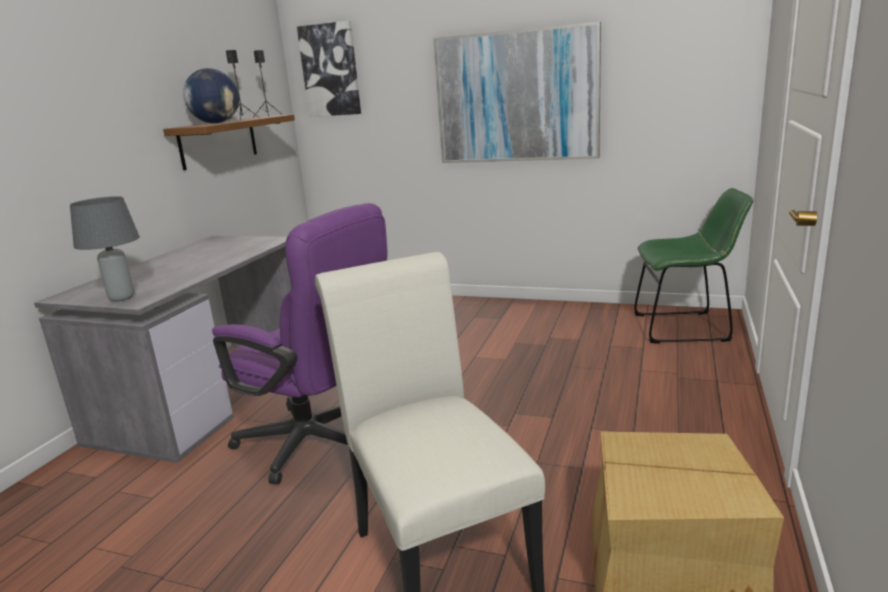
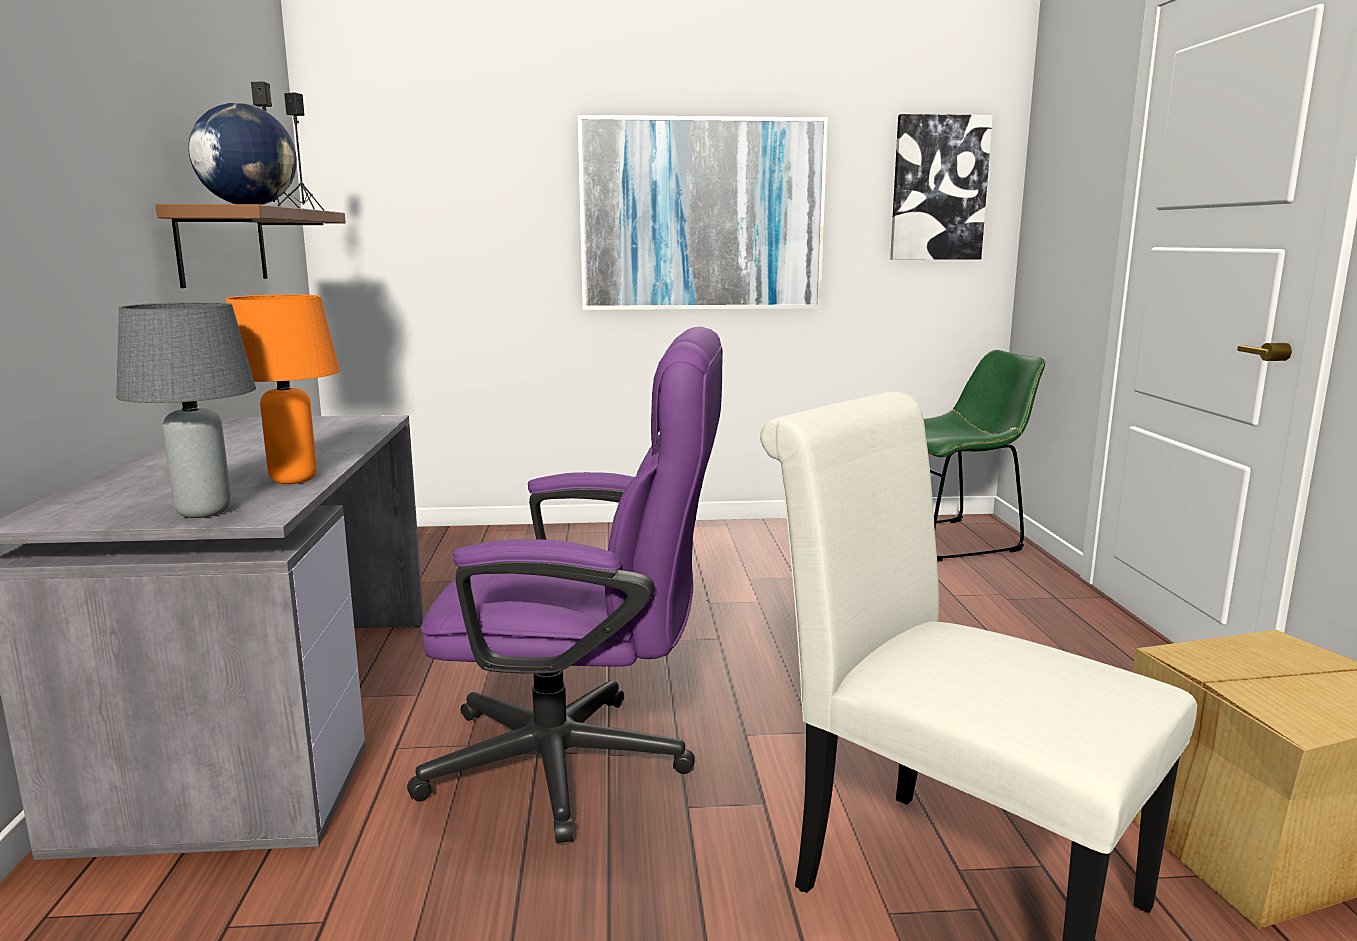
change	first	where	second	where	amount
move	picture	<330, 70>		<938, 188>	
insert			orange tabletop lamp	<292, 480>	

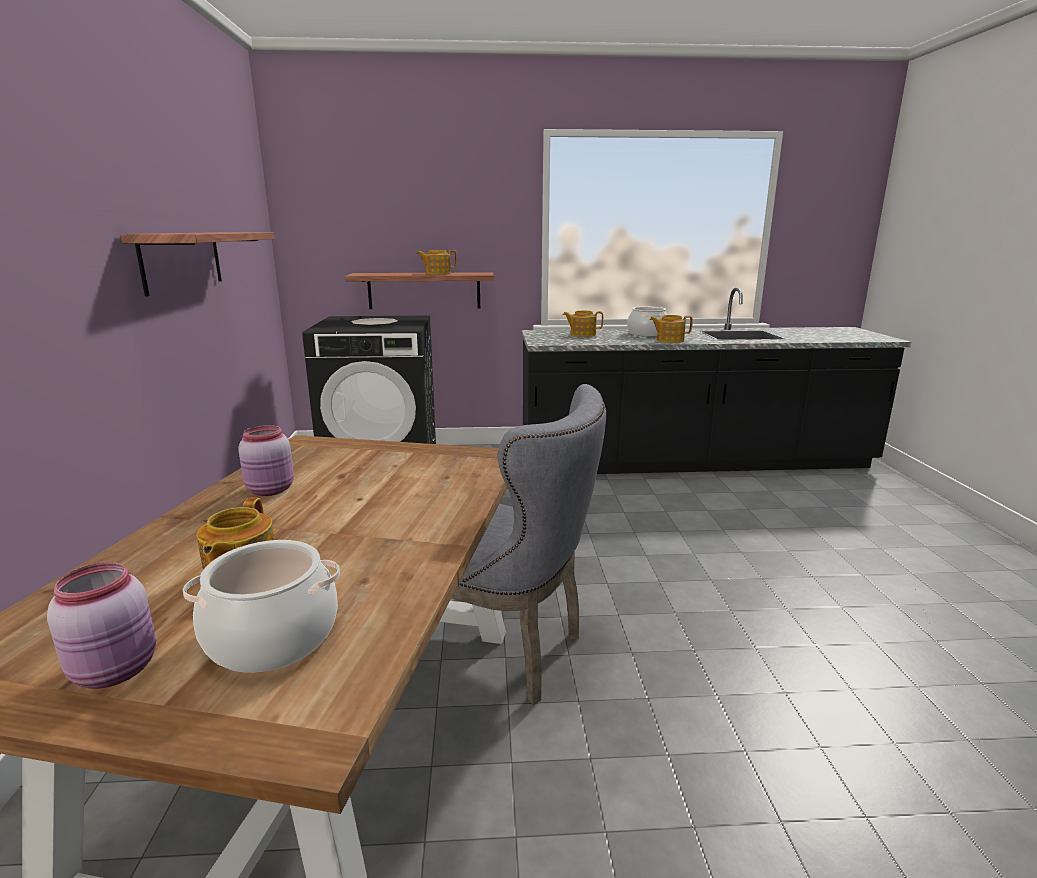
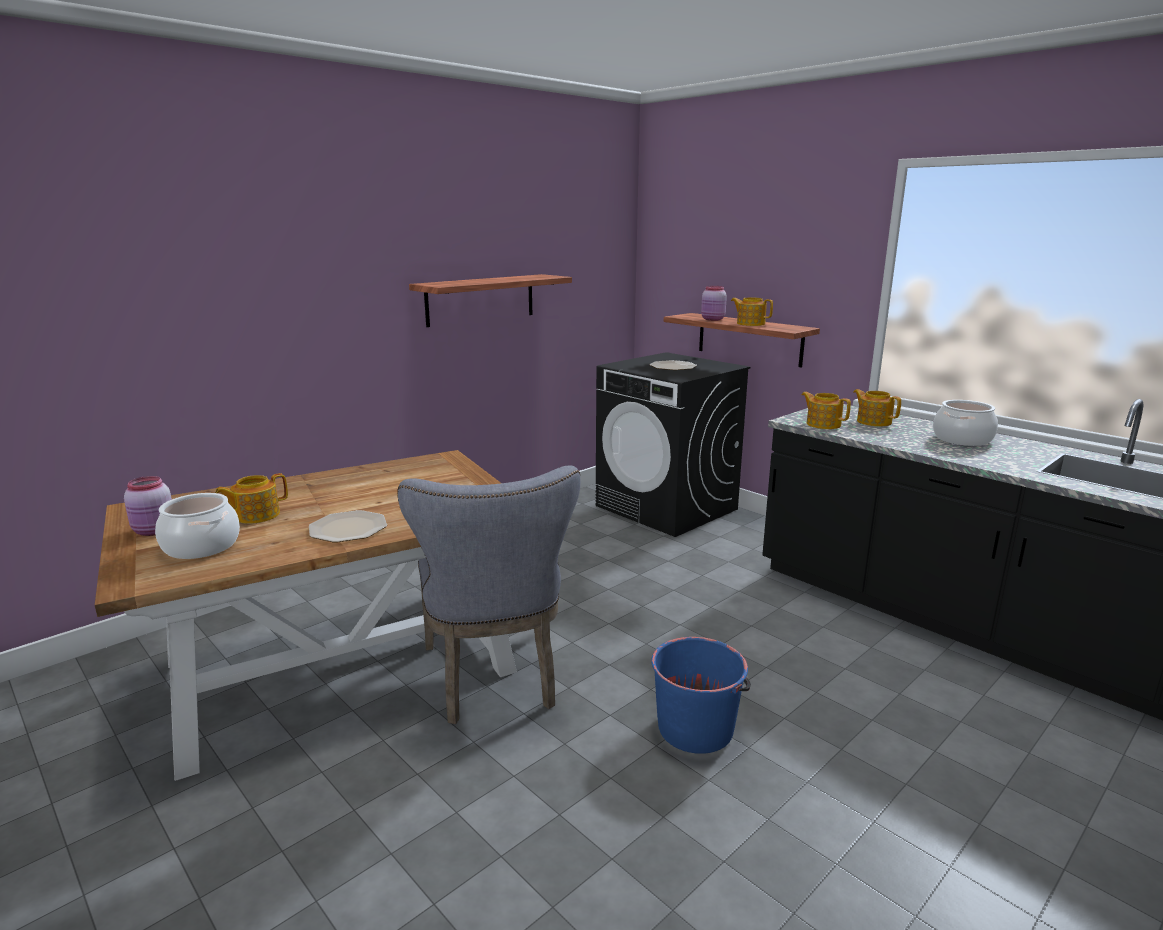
change	first	where	second	where	amount
move	tea pot	<669, 340>		<823, 424>	
move	pink preserve jar	<271, 490>		<713, 319>	
insert			flat dish	<347, 528>	
insert			blue-coloured bucket	<696, 728>	

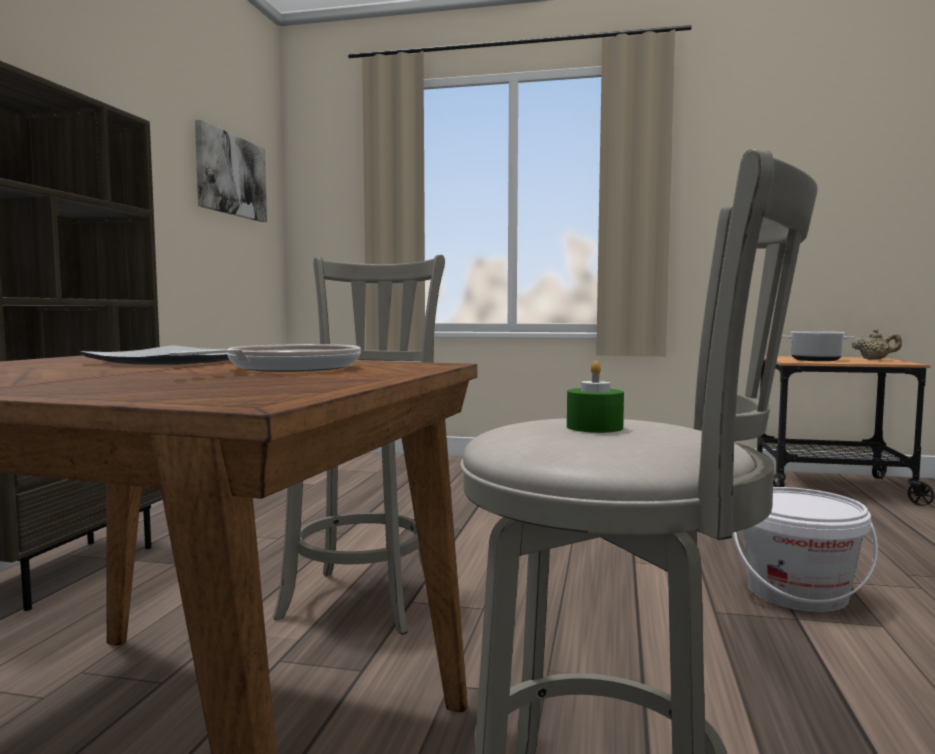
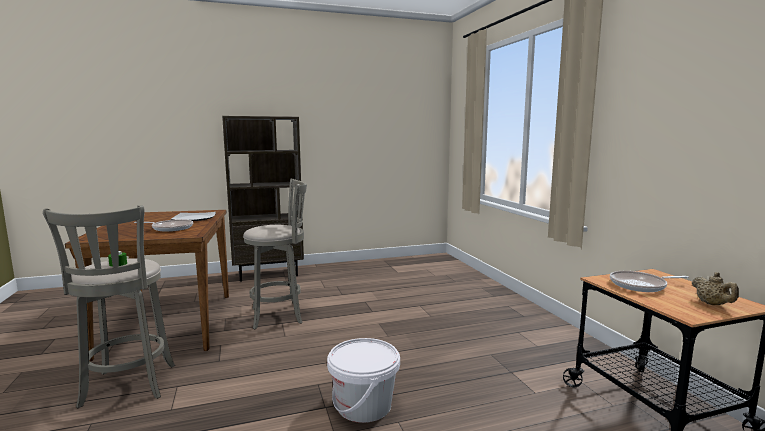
change	first	where	second	where	amount
delete	picture	<231, 175>			
replace	cooking pot	<816, 360>	skillet	<640, 285>	

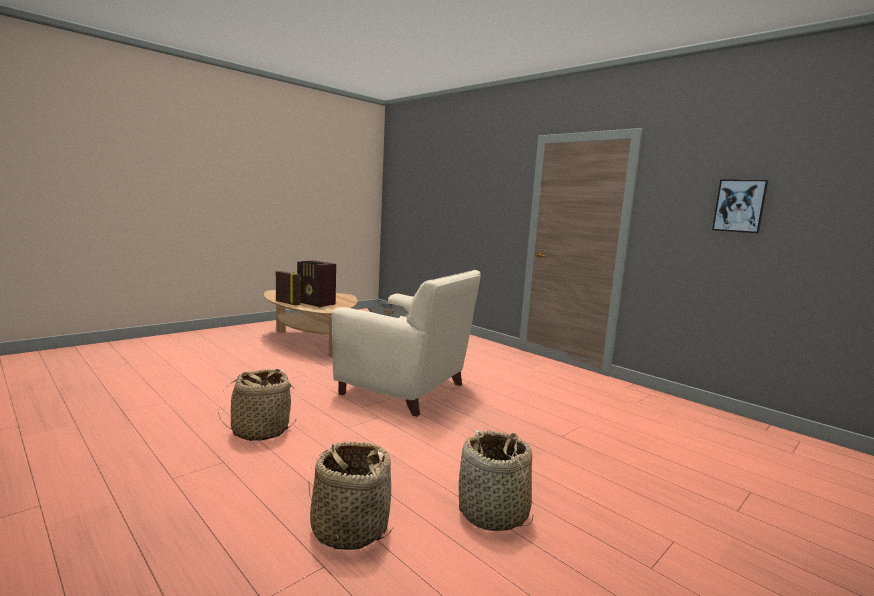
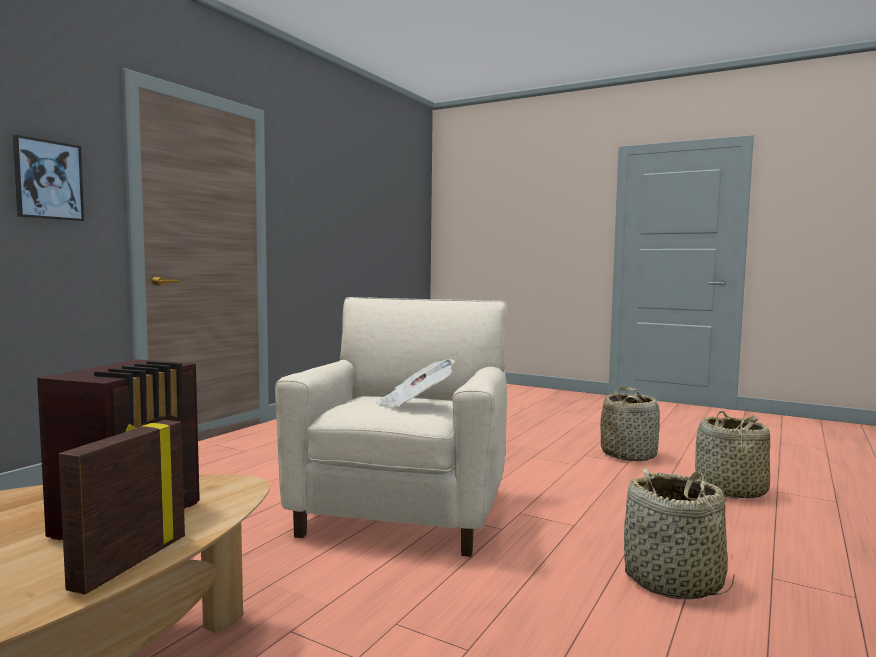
change	first	where	second	where	amount
move	picture	<739, 206>		<48, 180>	

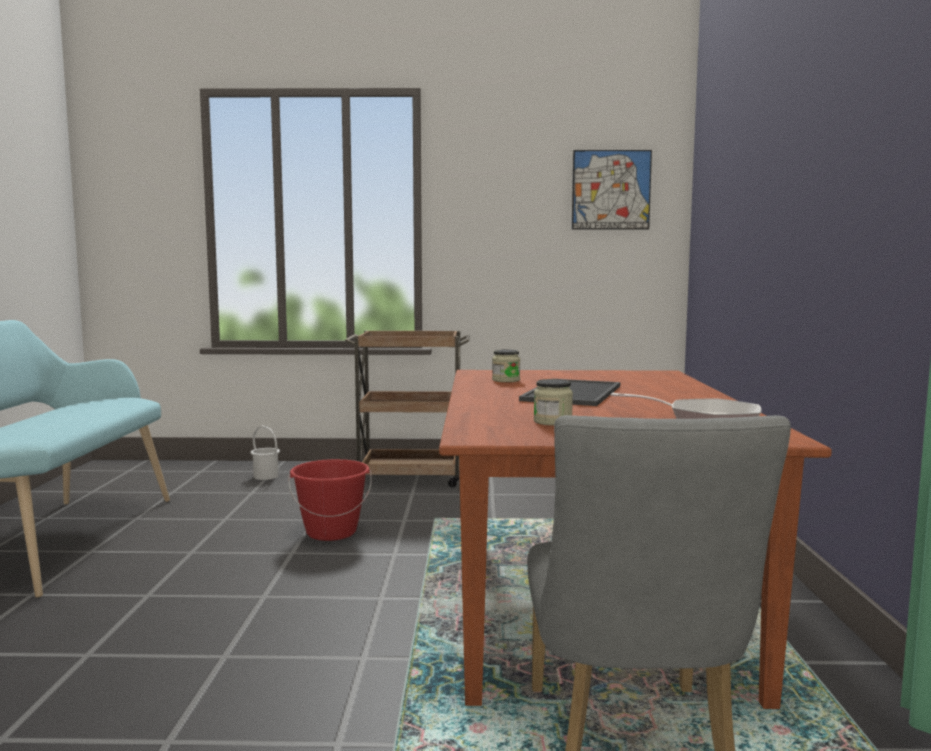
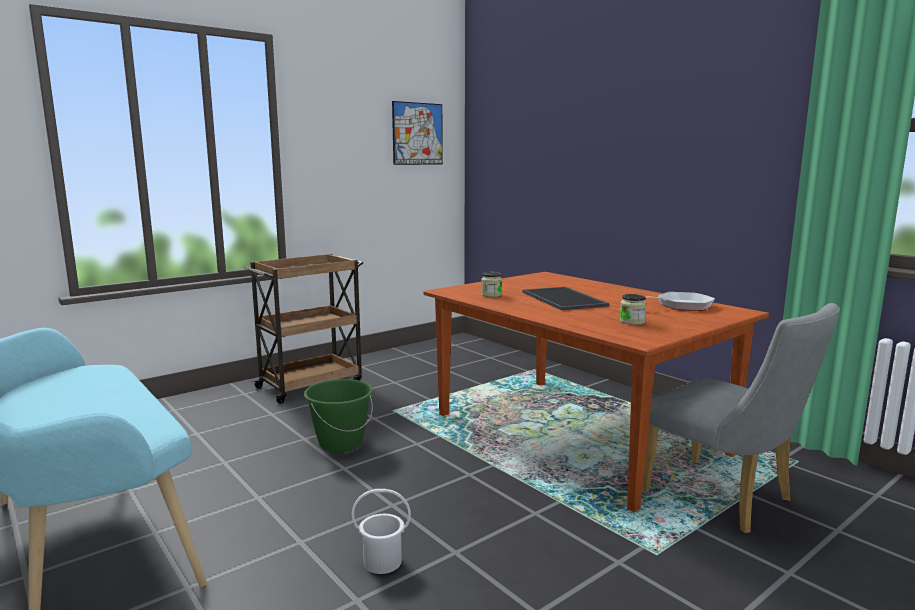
change	first	where	second	where	amount
move	white bucket	<265, 476>		<383, 562>	
recolor	reddish bucket	<331, 532>	green-coloured bucket	<340, 443>	

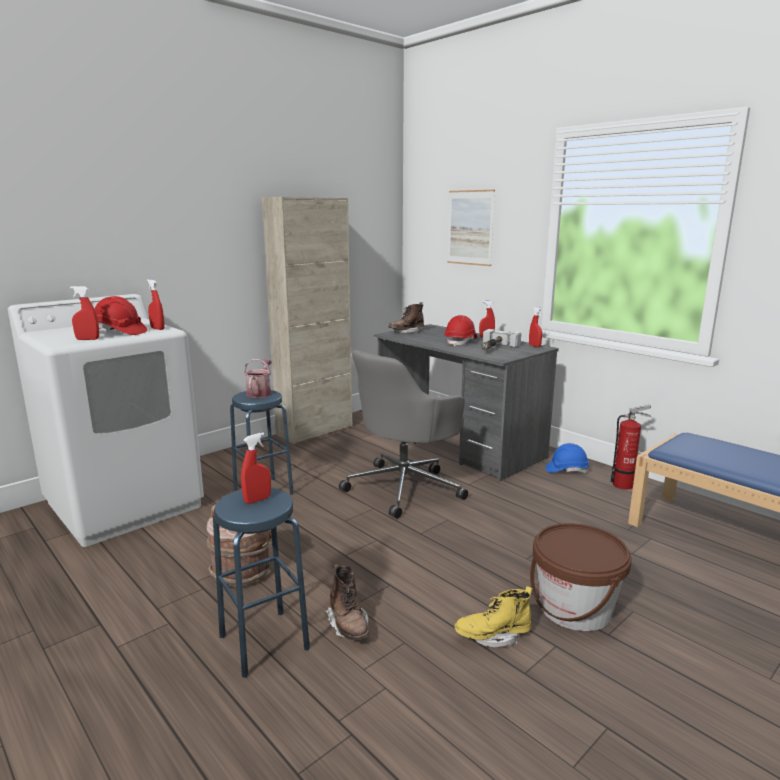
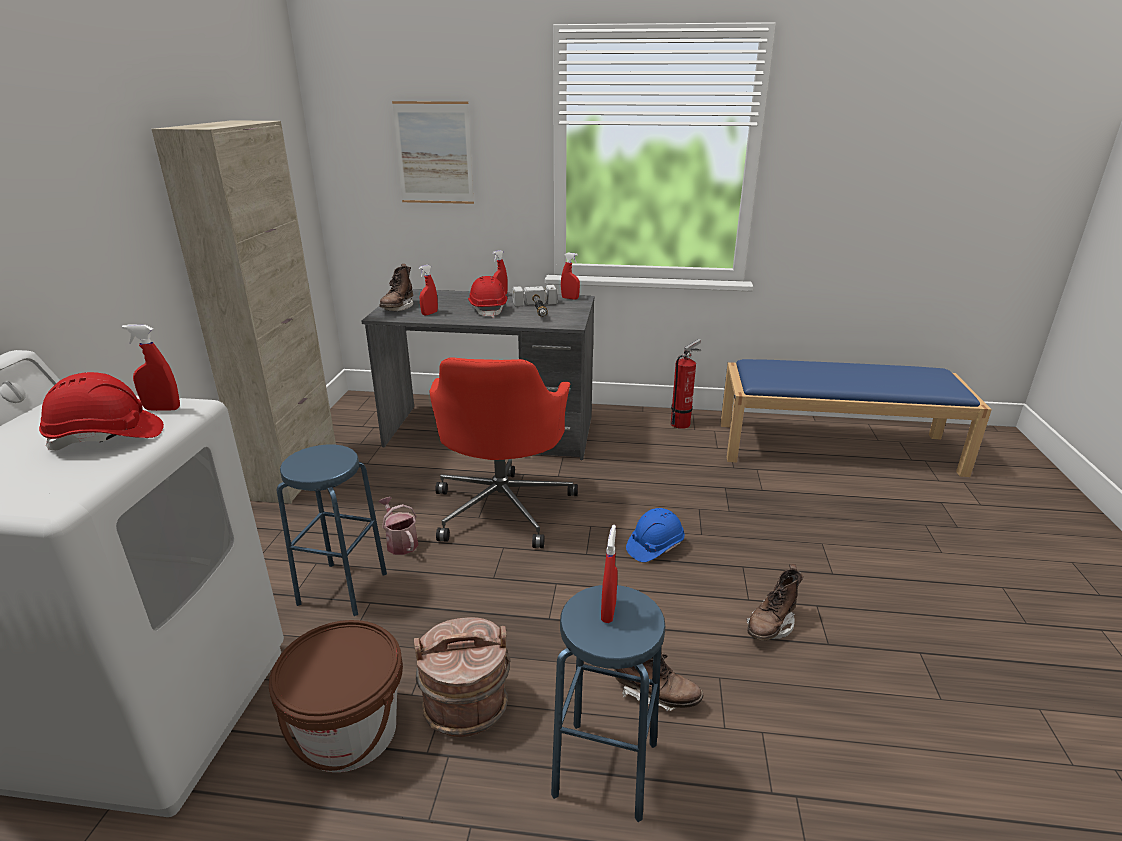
change	first	where	second	where	amount
move	reddish spray bottle	<87, 339>		<429, 313>	
recolor	gray desk chair	<405, 487>	reddish desk chair	<503, 507>	
move	watering can	<260, 393>		<400, 542>	
move	blue-coloured work helmet	<566, 470>		<654, 546>	
move	brown bucket	<574, 608>		<349, 732>	
recolor	yellow boot	<492, 636>	brown boot	<770, 626>	

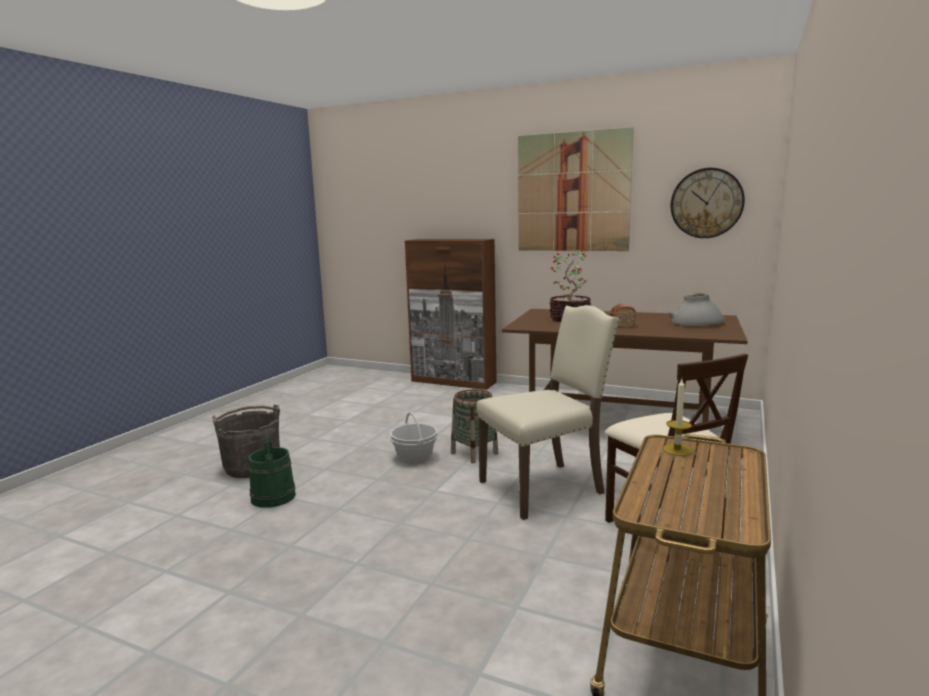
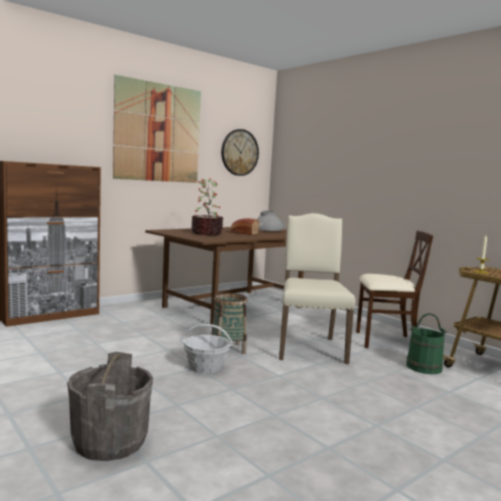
change	first	where	second	where	amount
move	green-coloured bucket	<273, 497>		<424, 367>	

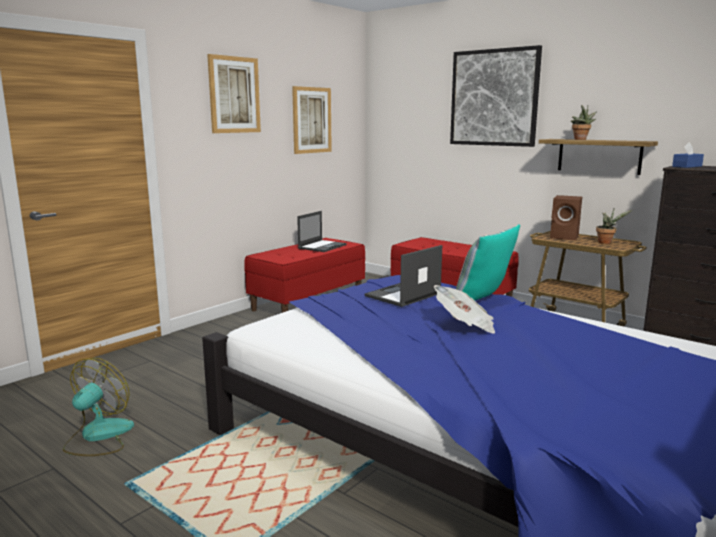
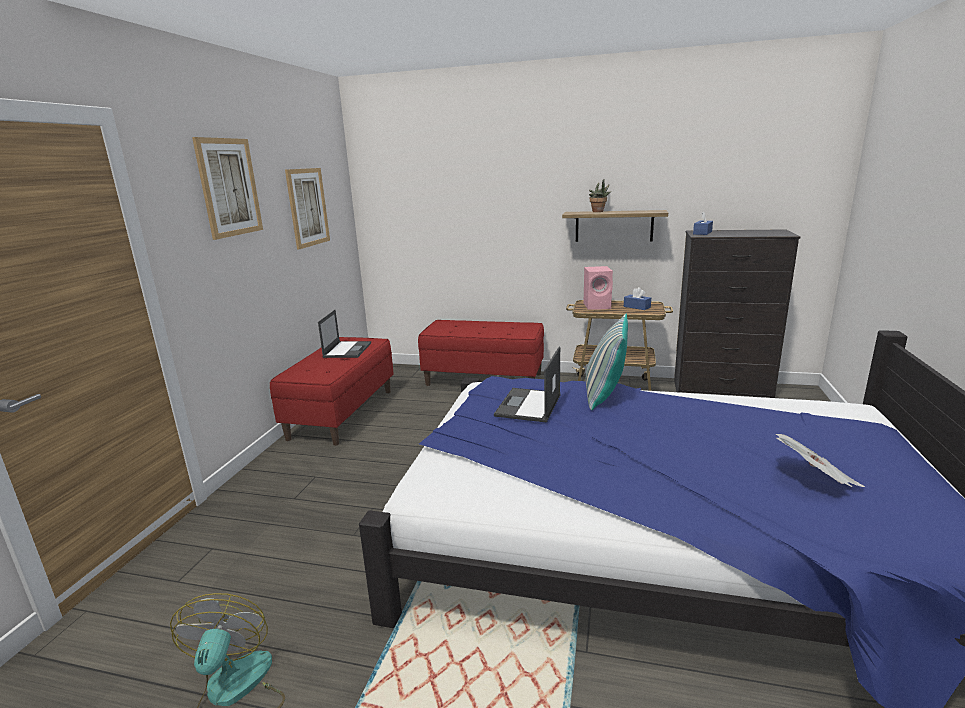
change	first	where	second	where	amount
delete	picture	<494, 98>			
recolor	brown audio speaker	<565, 237>	pink audio speaker	<598, 306>	
replace	houseplant	<606, 242>	blue-coloured tissue holder	<637, 307>	
move	newspaper	<465, 325>		<815, 480>	

